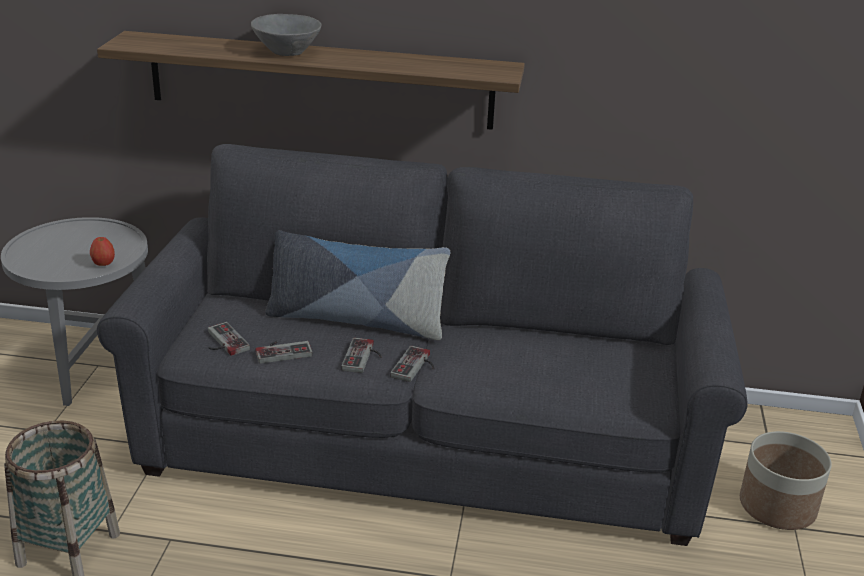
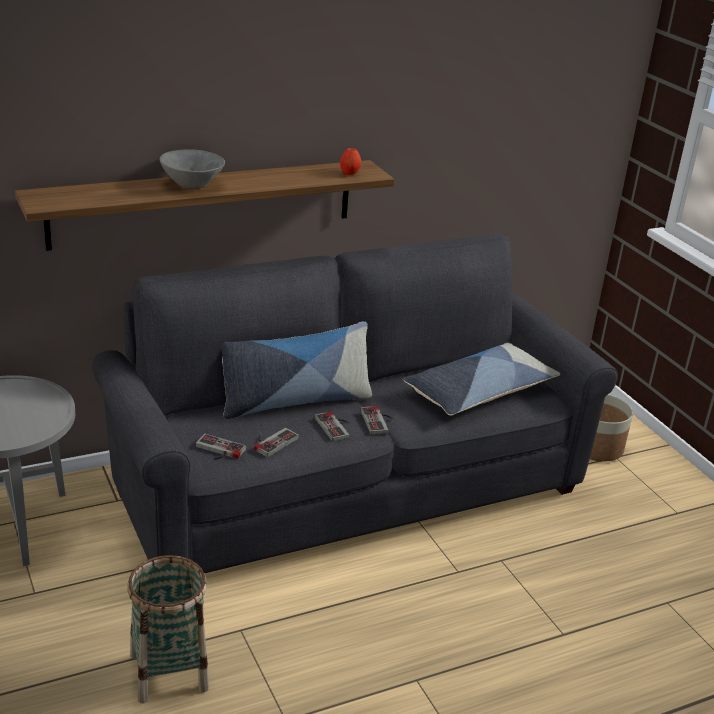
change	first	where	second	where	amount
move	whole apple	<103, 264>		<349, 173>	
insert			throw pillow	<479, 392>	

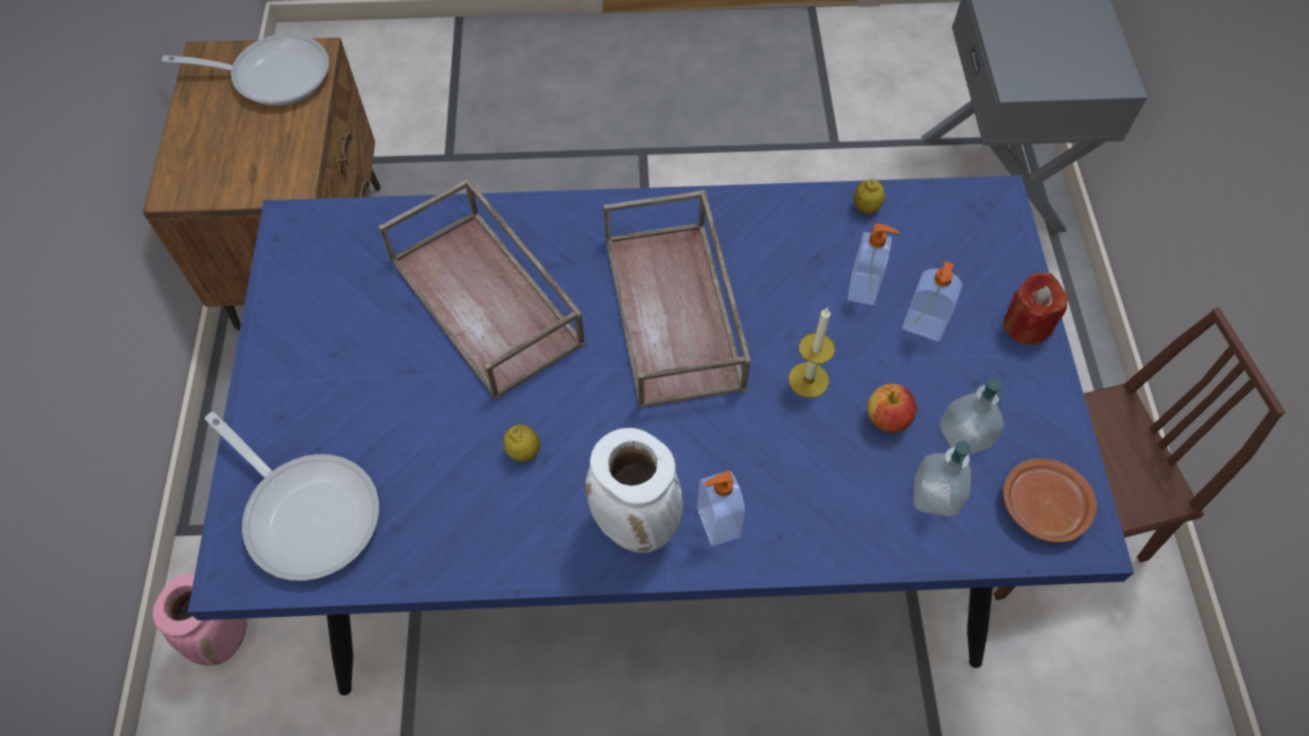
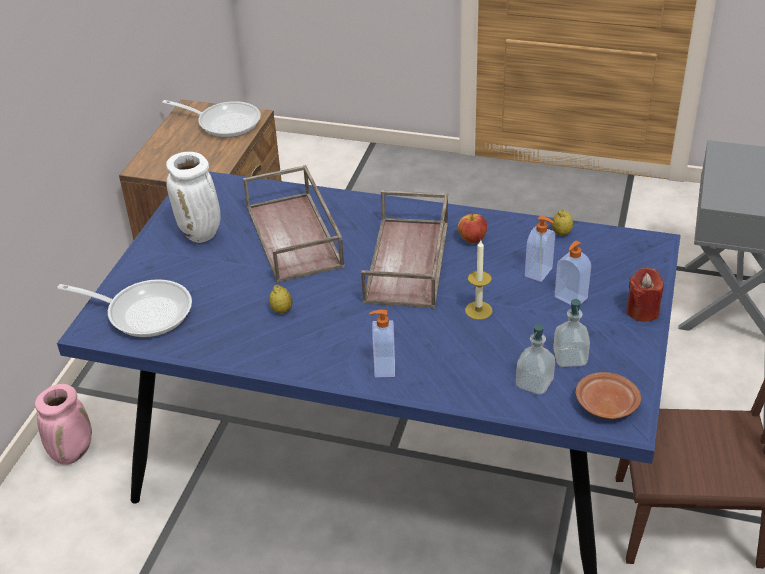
change	first	where	second	where	amount
move	whole apple	<887, 419>		<472, 239>	
rotate	skillet	<307, 511>		<143, 312>	45 degrees counterclockwise
move	white decorative vase	<638, 525>		<201, 234>	

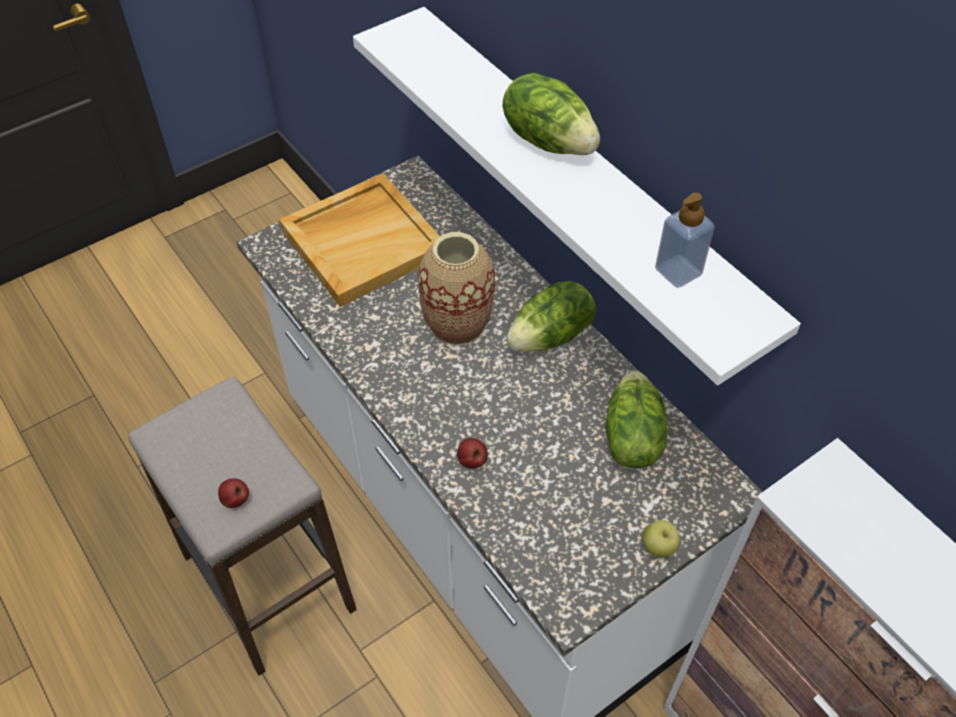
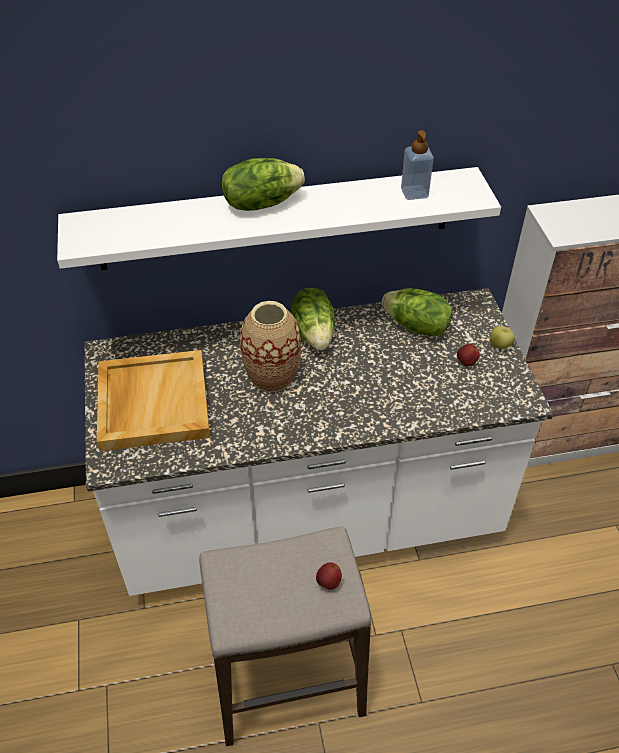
change	first	where	second	where	amount
move	whole apple	<472, 461>		<466, 362>	

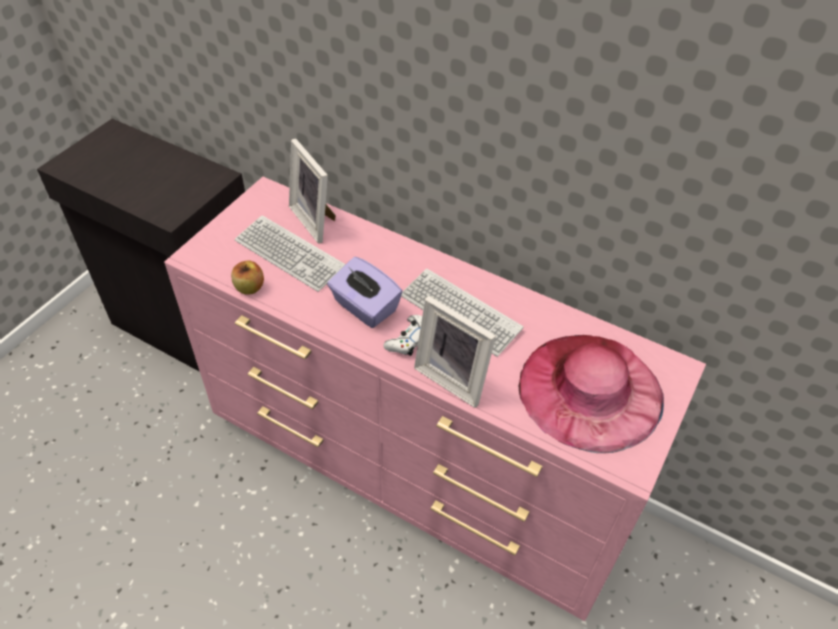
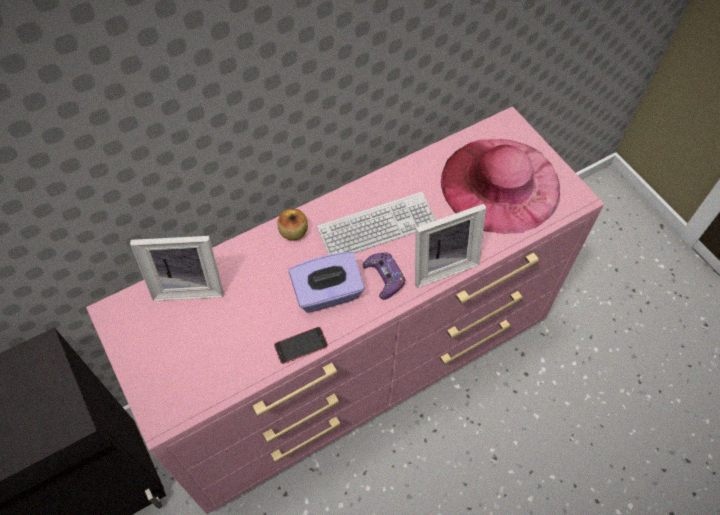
change	first	where	second	where	amount
delete	computer keyboard	<289, 254>			
move	whole apple	<249, 287>		<293, 232>	
recolor	white game controller	<408, 339>	purple-coloured game controller	<384, 277>	
insert			phone	<301, 345>	

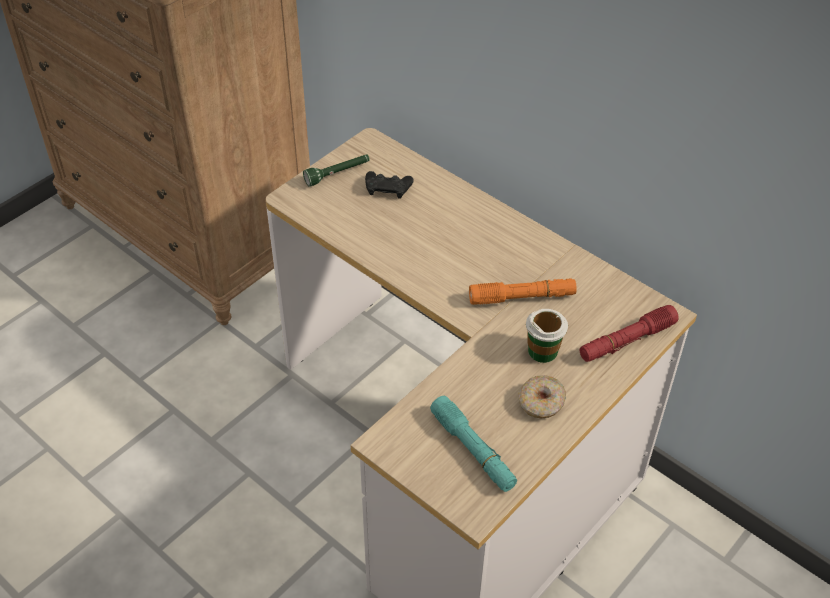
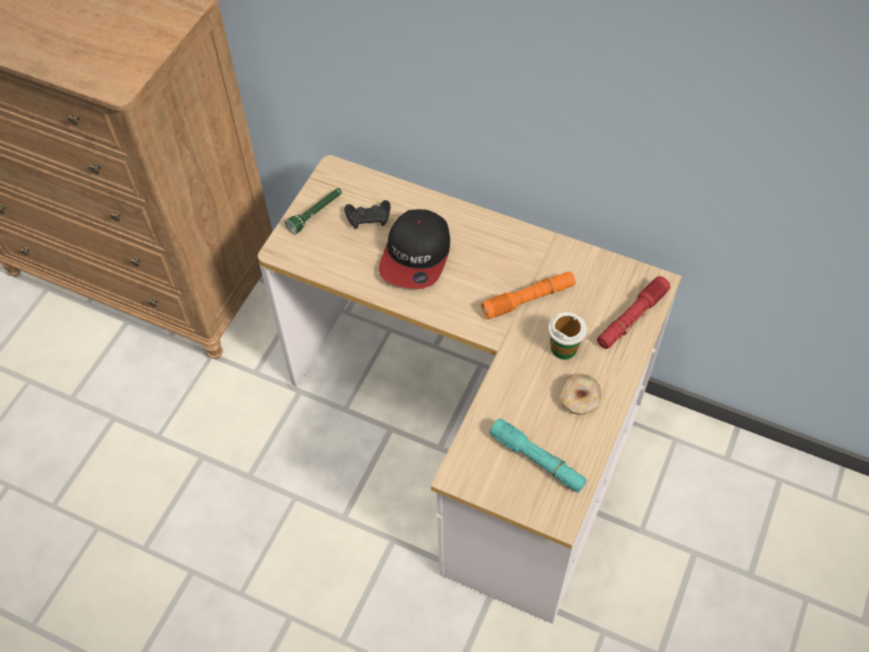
change	first	where	second	where	amount
insert			baseball cap	<416, 255>	

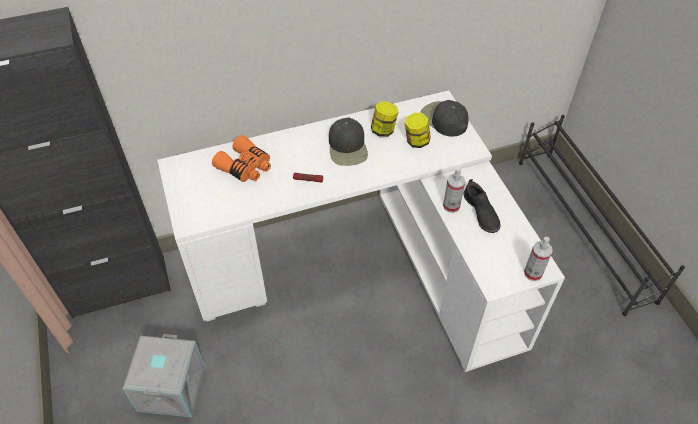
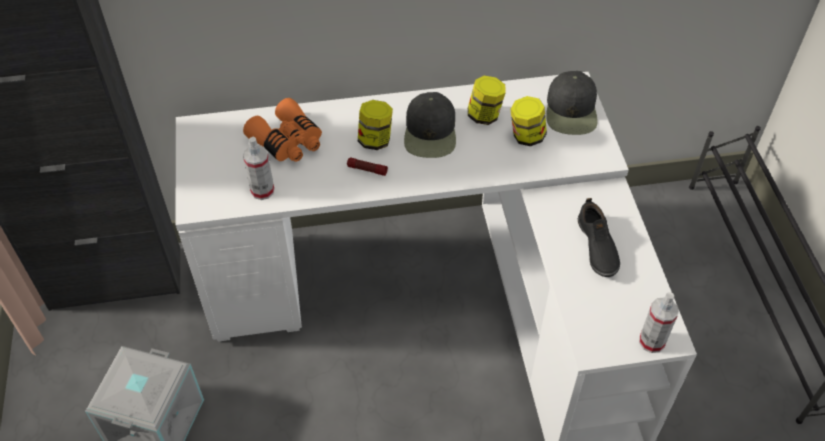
change	first	where	second	where	amount
rotate	black baseball cap	<443, 119>		<571, 111>	150 degrees counterclockwise
move	spray bottle	<451, 206>		<262, 191>	
insert			preserve jar	<375, 140>	

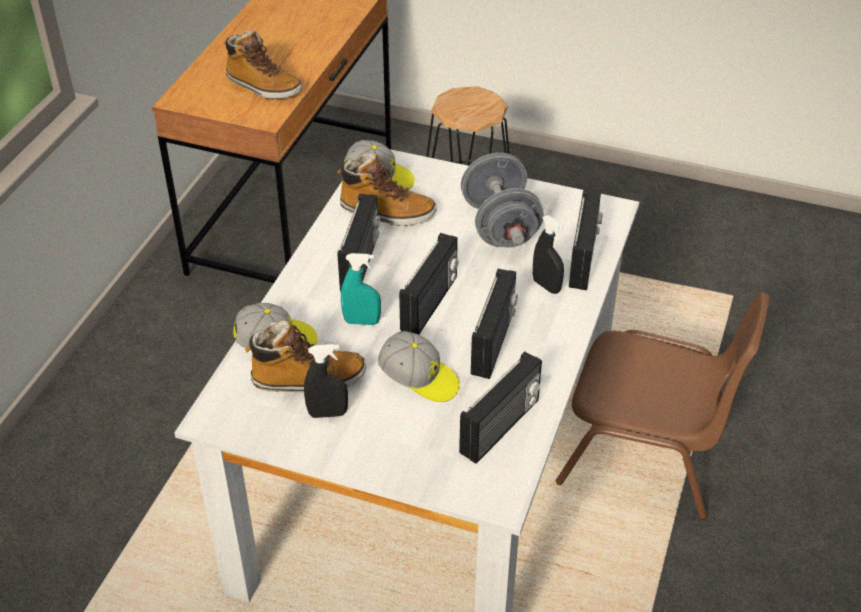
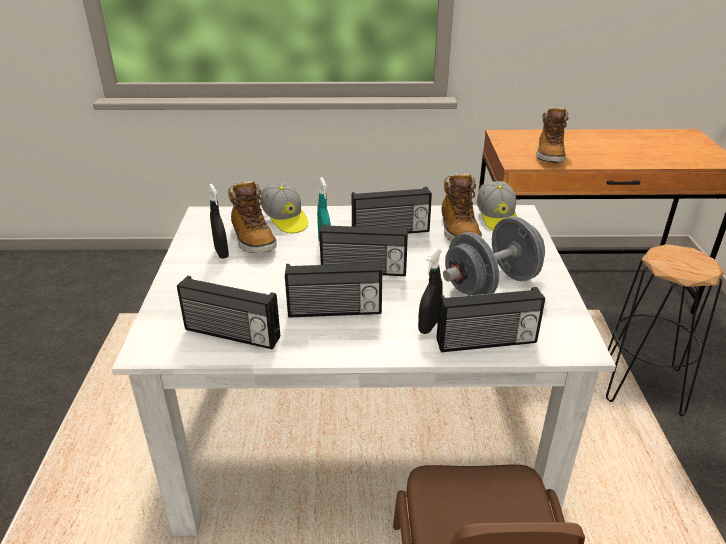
change	first	where	second	where	amount
delete	baseball cap	<419, 379>			

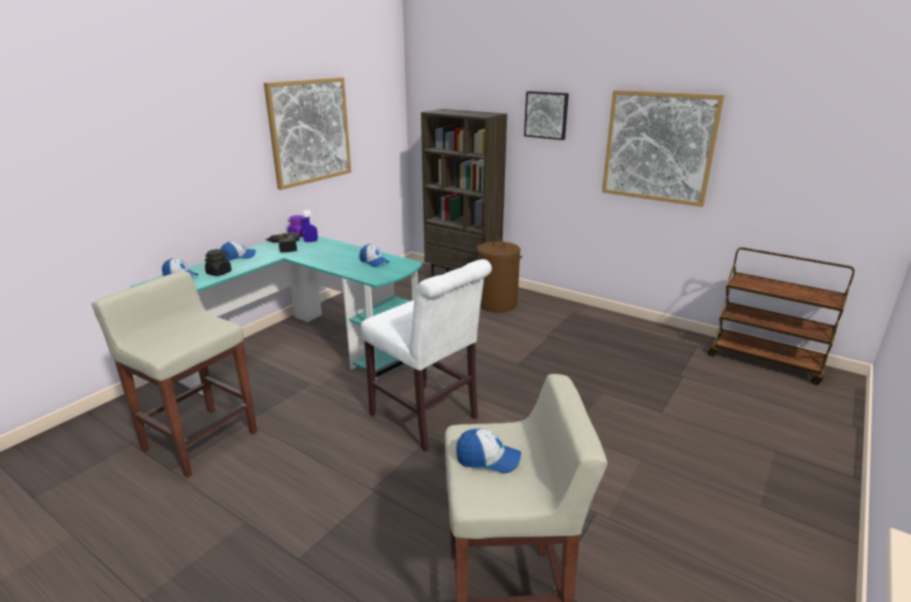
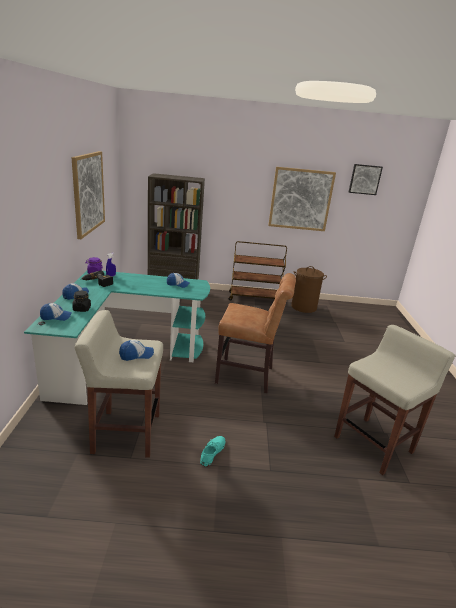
change	first	where	second	where	amount
move	picture	<546, 115>		<364, 179>	
move	brown laundry basket	<497, 304>		<304, 307>	
move	brown cart	<765, 361>		<254, 298>	
recolor	white upright chair	<427, 419>	brown upright chair	<248, 376>	
move	baseball cap	<488, 459>		<136, 355>	
insert			blue-green low shoe	<212, 452>	

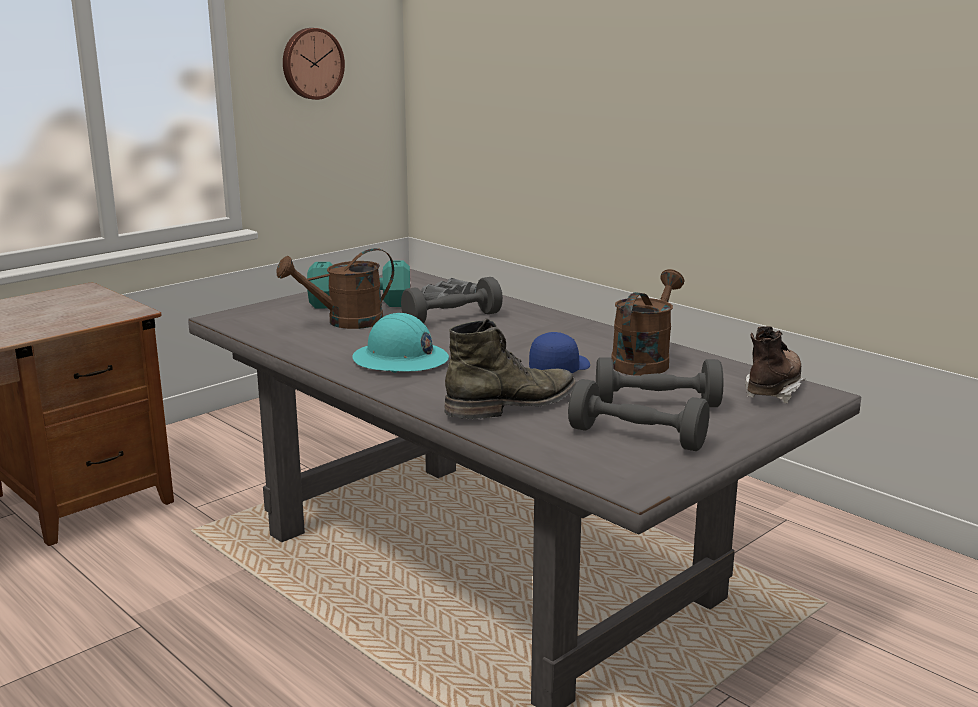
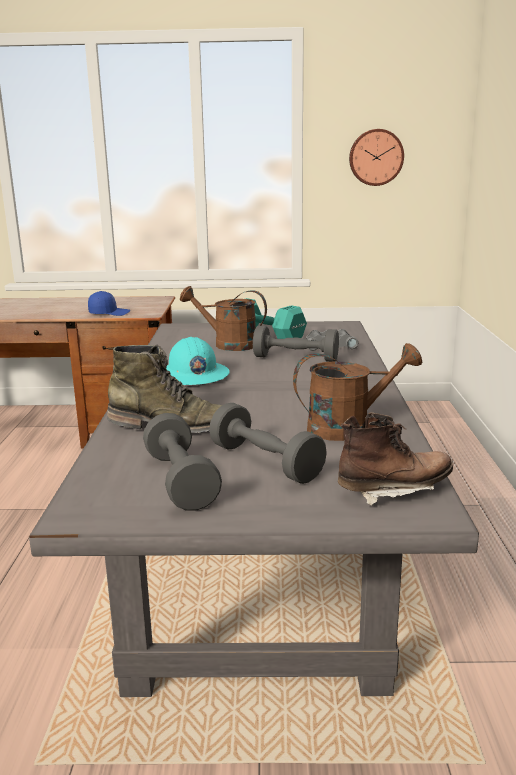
change	first	where	second	where	amount
move	blue-coloured baseball cap	<559, 368>		<109, 313>	

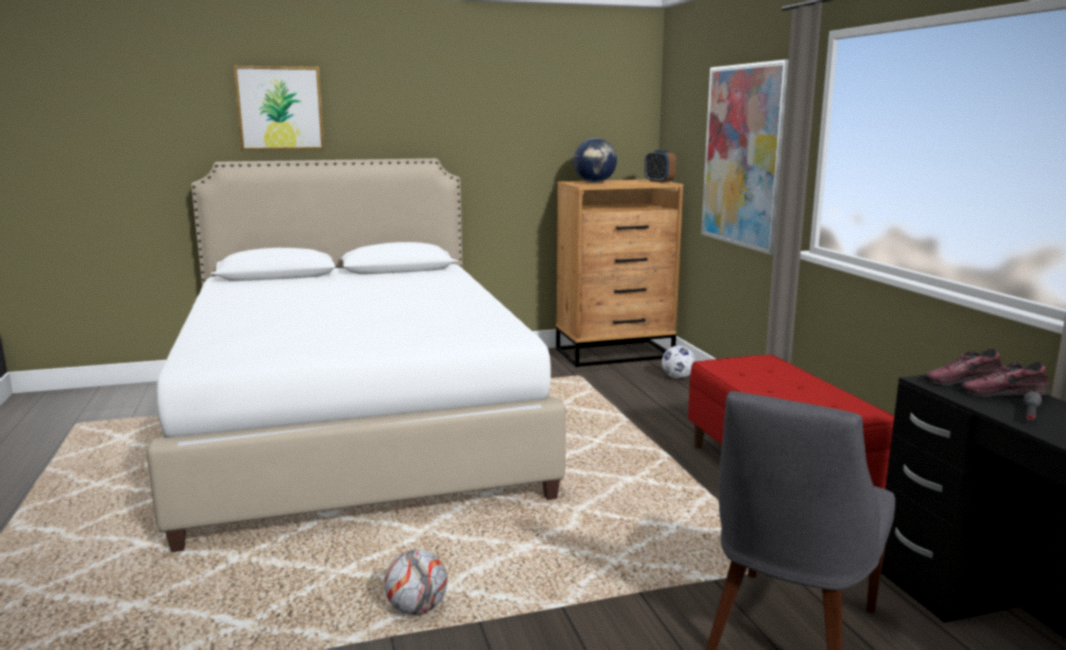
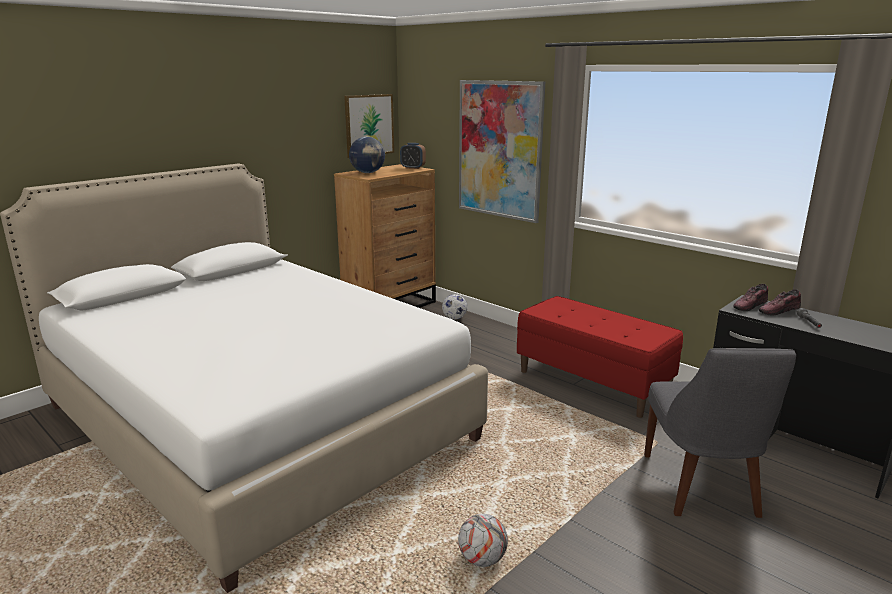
change	first	where	second	where	amount
move	picture	<280, 108>		<369, 125>	

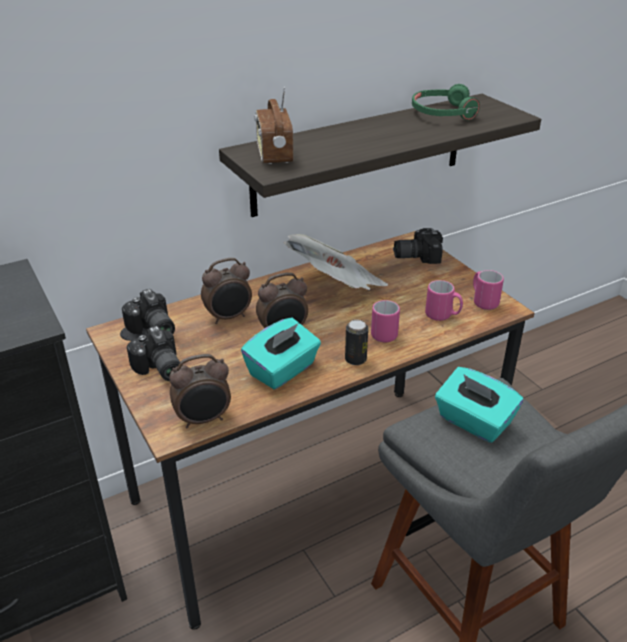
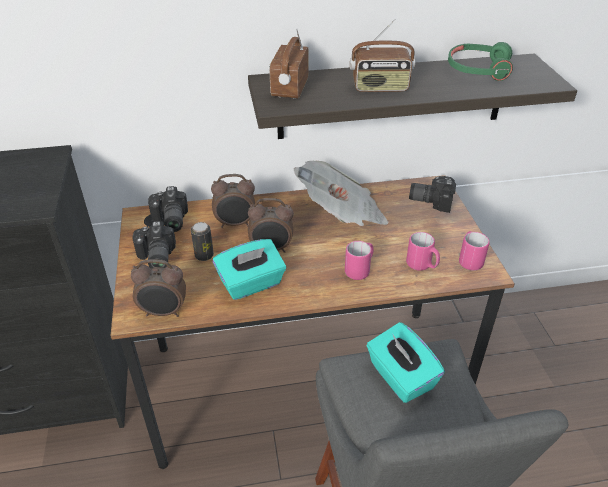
change	first	where	second	where	amount
move	sealed can	<355, 359>		<204, 255>	
insert			radio set	<380, 87>	

